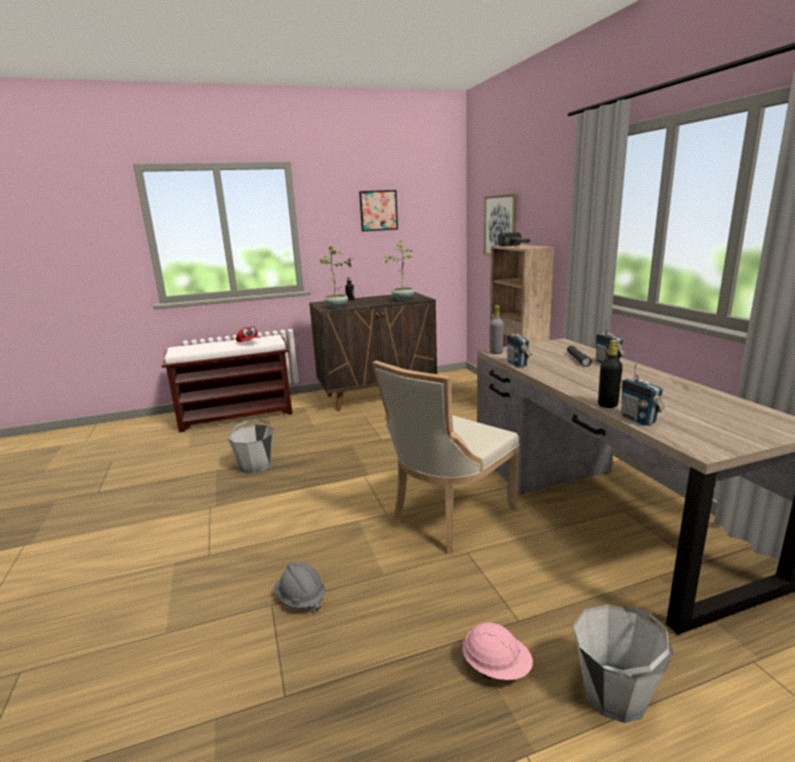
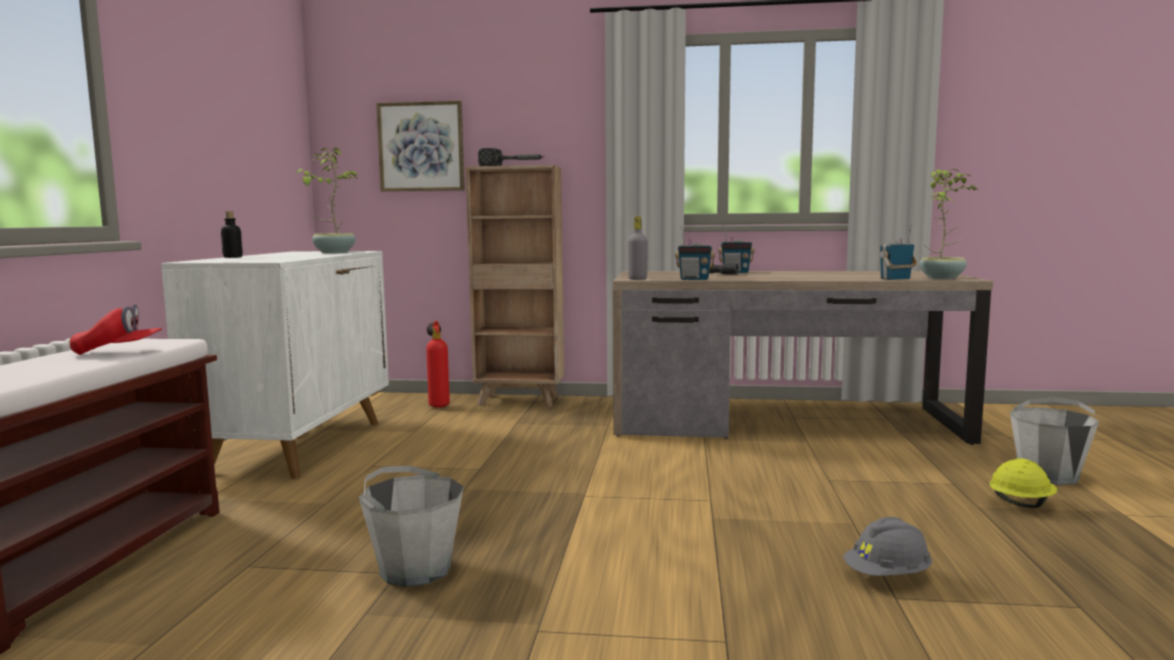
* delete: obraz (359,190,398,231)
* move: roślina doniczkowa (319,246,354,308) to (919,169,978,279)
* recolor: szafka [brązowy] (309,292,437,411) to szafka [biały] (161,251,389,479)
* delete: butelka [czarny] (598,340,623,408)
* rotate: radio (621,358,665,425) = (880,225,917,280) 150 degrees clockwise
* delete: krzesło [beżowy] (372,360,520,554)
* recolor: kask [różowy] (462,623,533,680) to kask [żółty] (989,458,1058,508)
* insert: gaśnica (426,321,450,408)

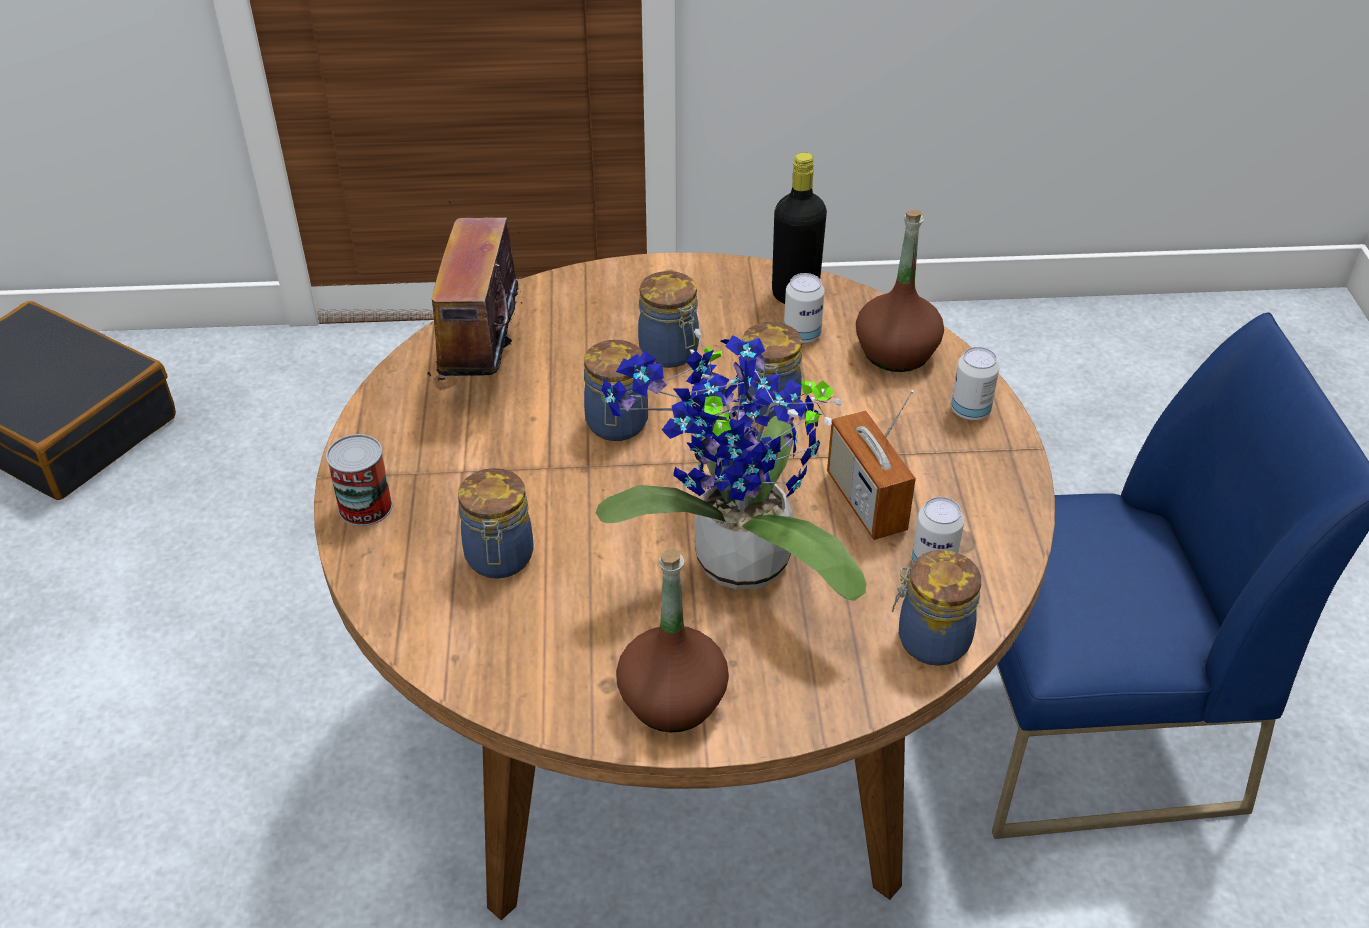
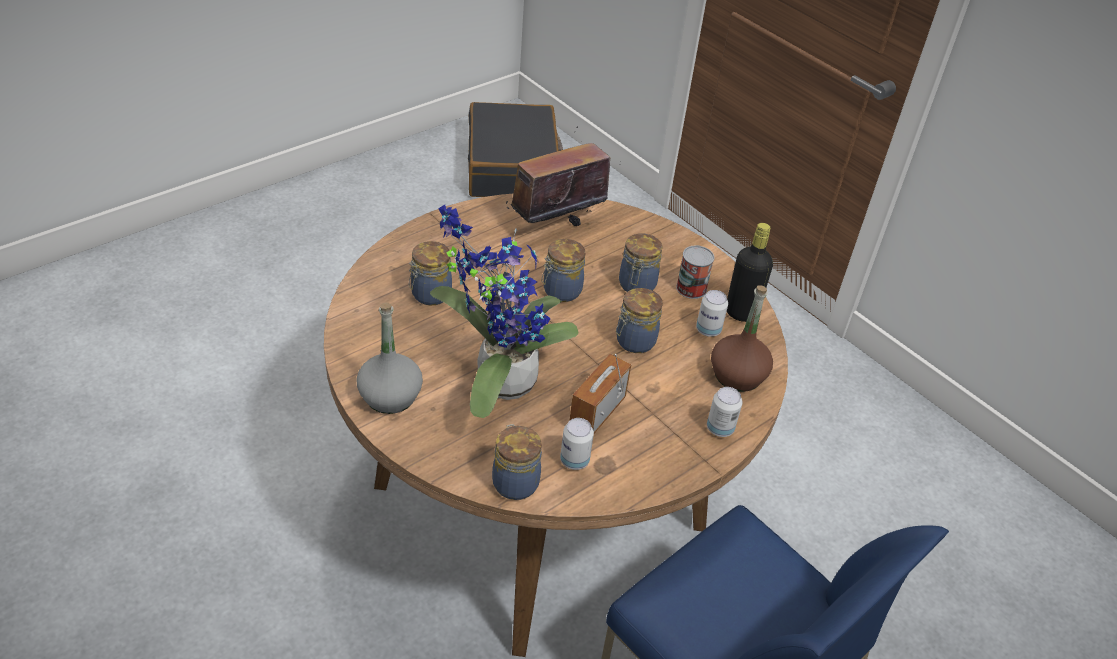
* move: puszka (326,434,393,526) to (676,246,714,299)
* recolor: butelka [brązowy] (616,549,729,732) to butelka [szary] (356,303,423,414)

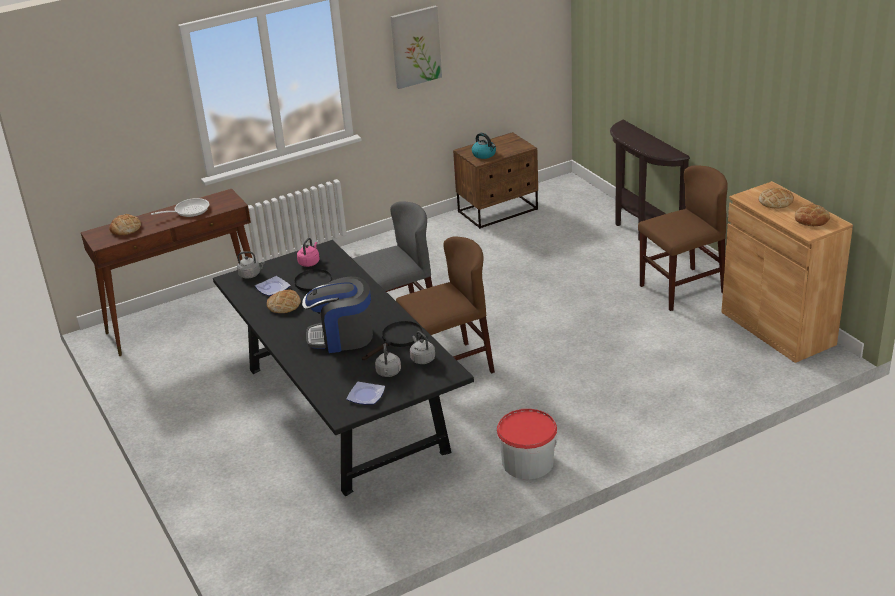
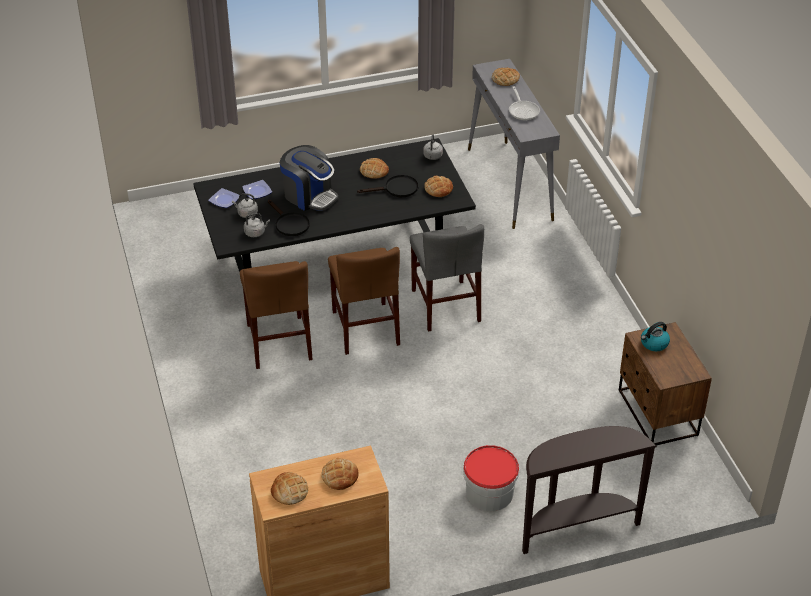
* delete: obraz (391,6,442,89)
* move: krzesło [brązowy] (638,165,728,311) to (240,261,313,369)
* recolor: stolik konsolowy [brązowy] (81,189,252,356) to stolik konsolowy [szary] (468,59,560,229)
* replace: czajnik [różowy] (297,238,320,267) to chleb (424,176,453,197)
* move: talerz (255,276,291,296) to (242,180,272,199)
* rotate: ekspres do kawy (302,277,373,353) = (280,145,339,211) 120 degrees clockwise
* move: wiadro (496,409,557,479) to (463,445,520,511)

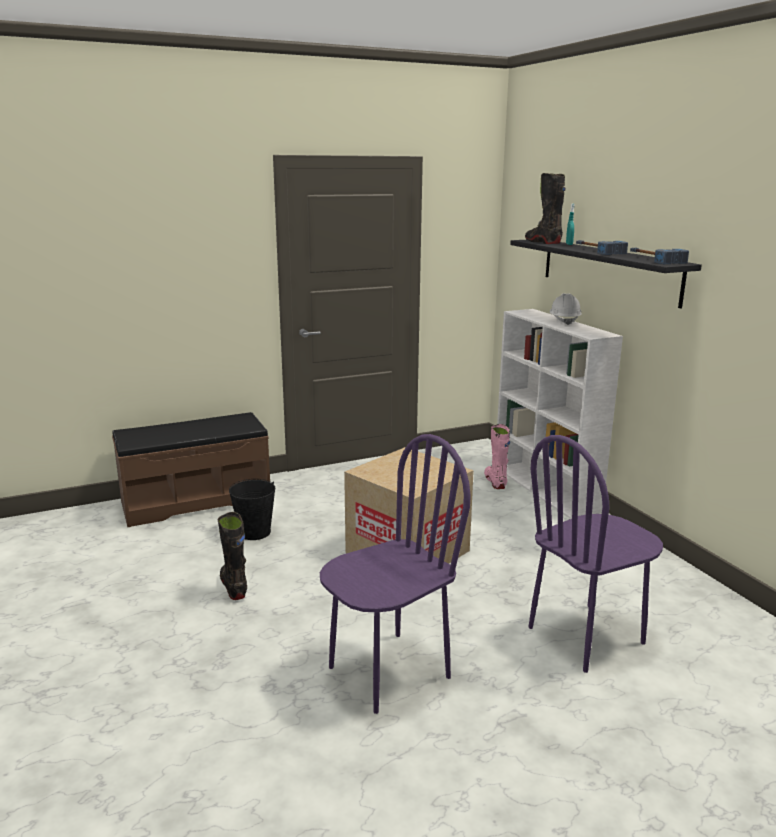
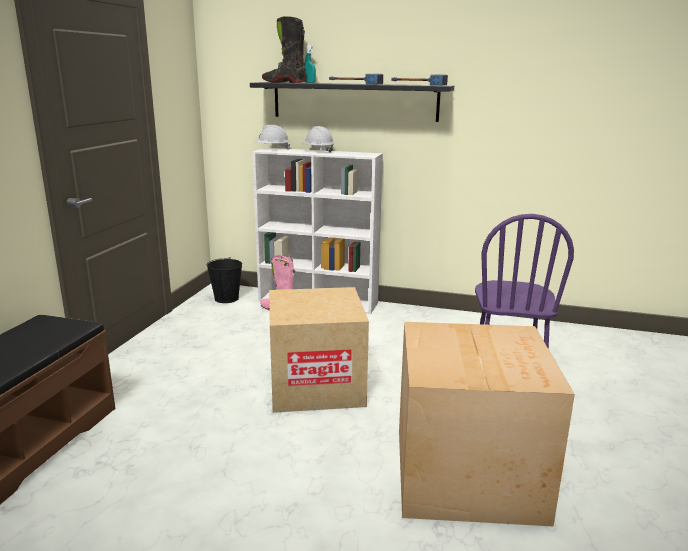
* replace: krzesło [fioletowy] (320,434,471,714) to karton (399,322,575,527)
* move: wiadro [czarny] (229,479,275,540) to (206,257,242,303)
* delete: but z cholewką [czarny] (218,512,247,600)
* insert: kask [biały] (255,125,291,149)

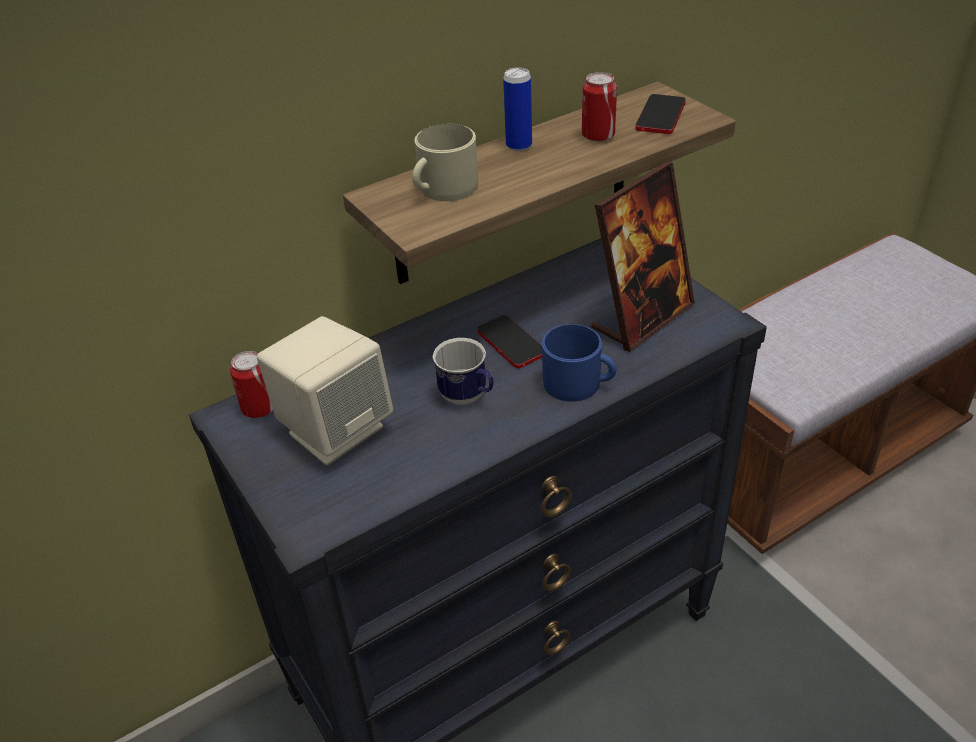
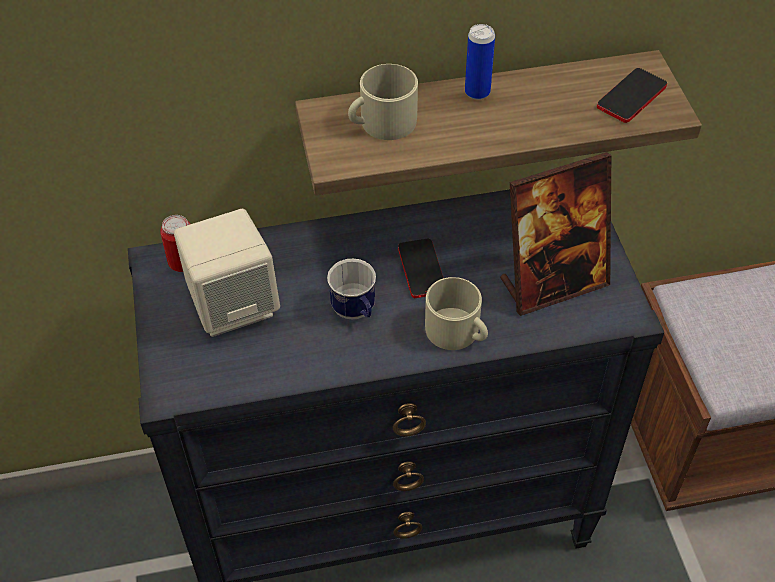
* delete: puszka (582,72,617,142)
* recolor: kubek [niebieski] (542,324,617,402) to kubek [beżowy] (425,277,488,350)

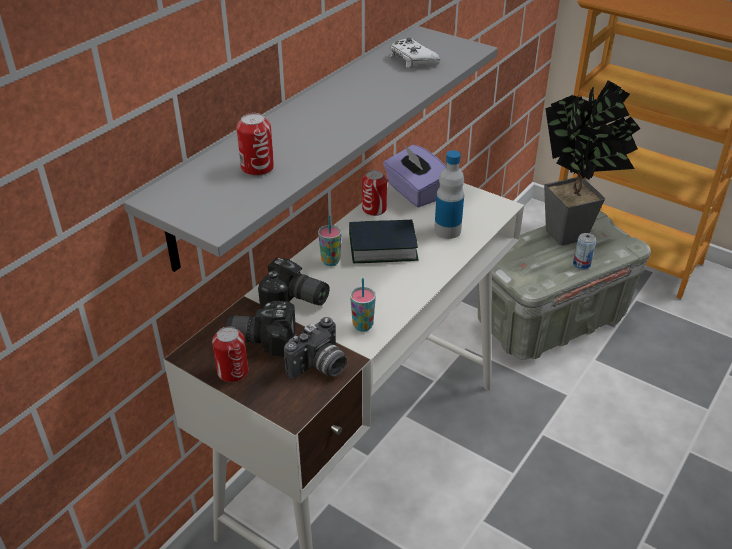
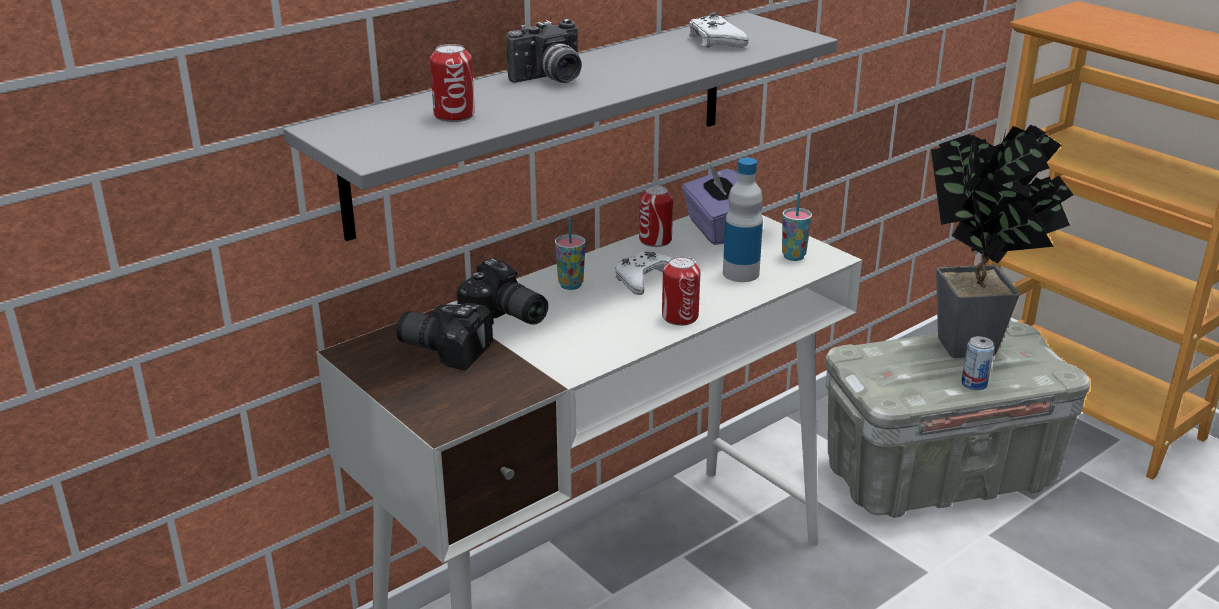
* replace: książka (349,220,418,263) to pad do gier [biały] (615,251,671,295)
* move: filiżanka (350,278,376,332) to (782,192,812,261)
* move: aparat fotograficzny (284,317,347,379) to (506,19,581,83)
* move: puszka (212,327,248,382) to (662,256,701,326)

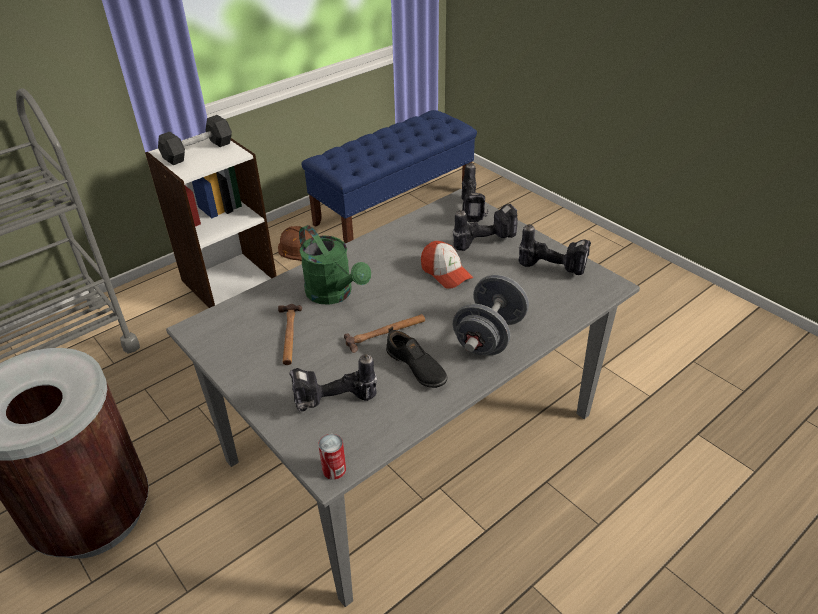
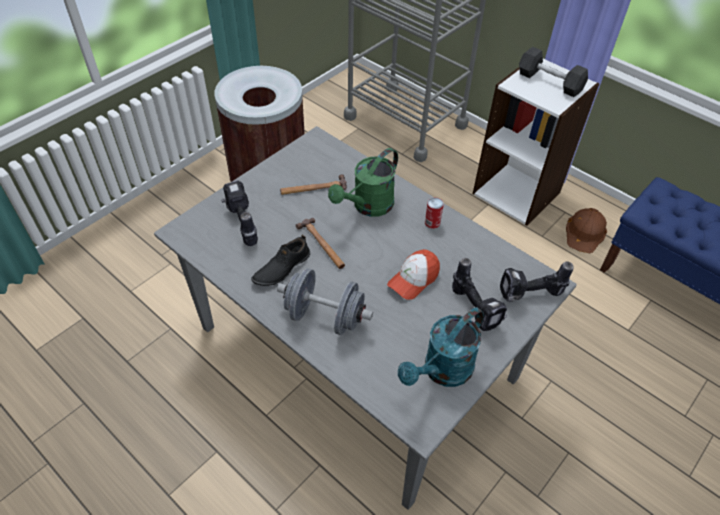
* replace: wiertarka (519,224,591,275) to konewka [turkusowy] (398,307,484,387)
* move: puszka (318,434,346,480) to (425,198,444,229)

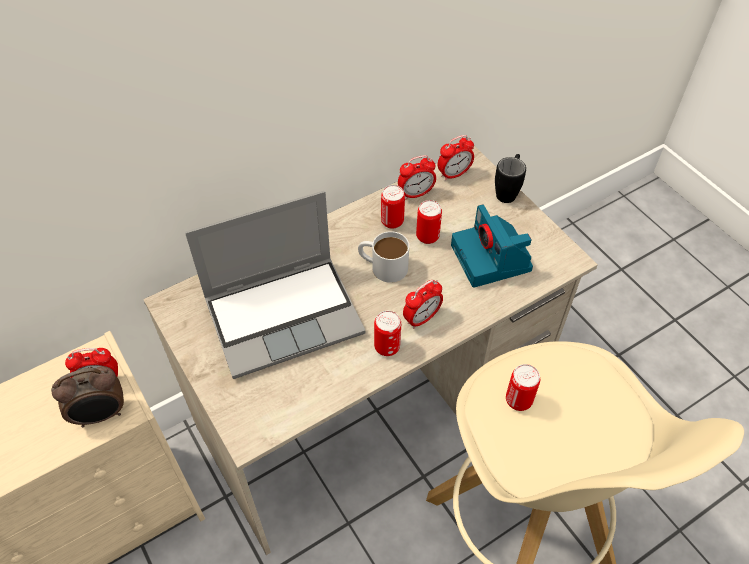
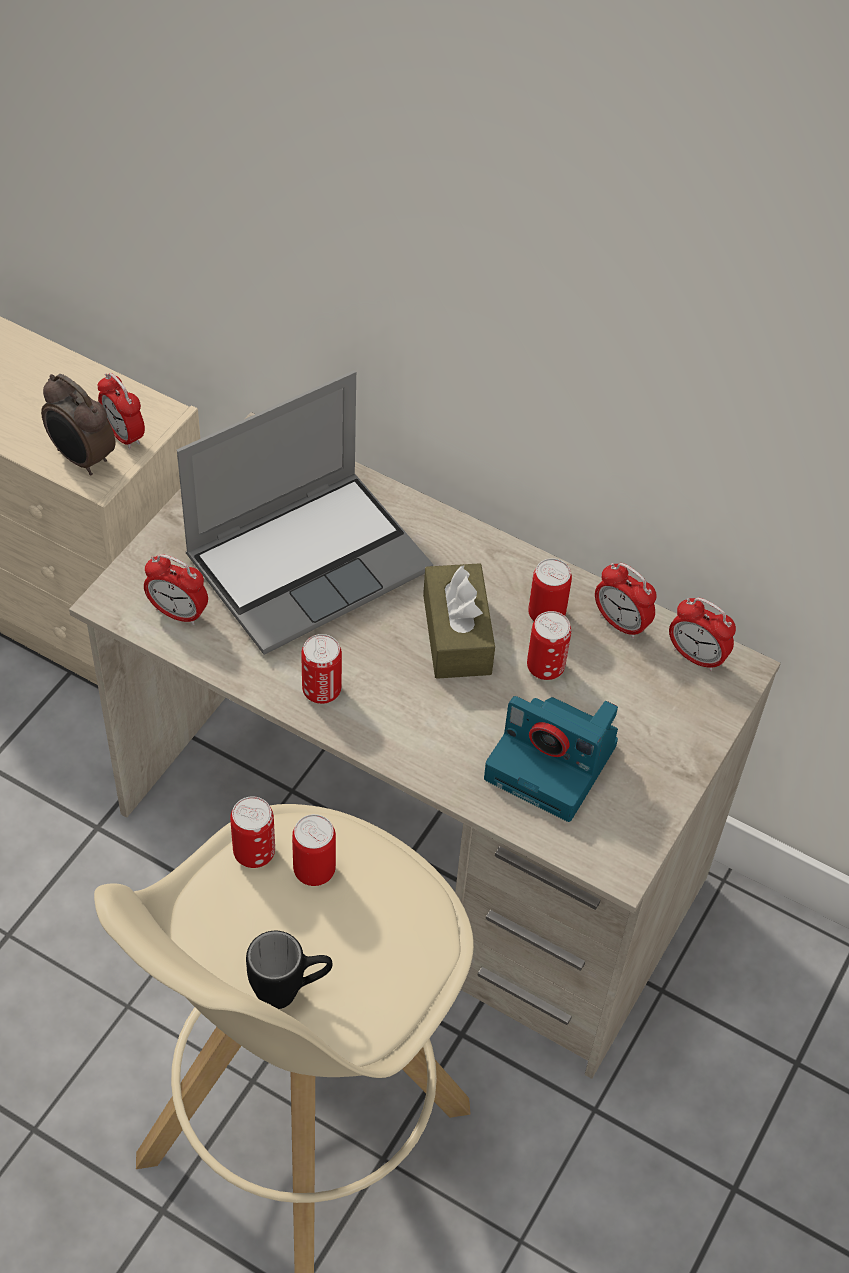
* move: kubek [czarny] (495,154,526,203) to (246,931,333,1009)
* rotate: laptop (185,191,366,379) = (177,371,433,655) 75 degrees counterclockwise
* rotate: aparat fotograficzny (451,204,533,288) = (484,696,618,822) 105 degrees counterclockwise
* replace: kubek [biały] (358,231,409,283) to pudełko chusteczek [brązowy] (423,563,495,679)
* move: budzik (403,280,443,329) to (144,554,208,625)
* insert: puszka (230,796,275,868)

